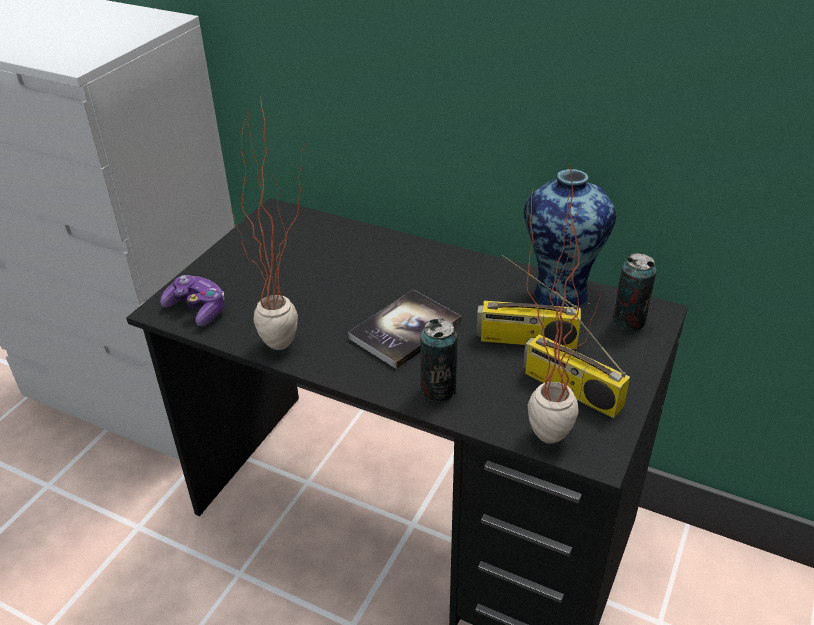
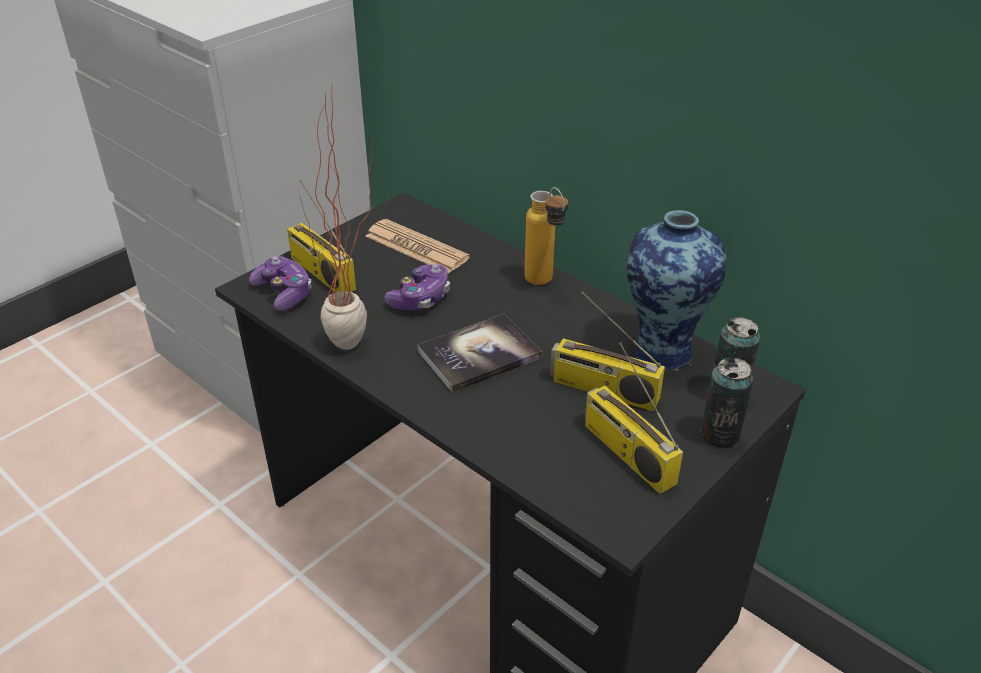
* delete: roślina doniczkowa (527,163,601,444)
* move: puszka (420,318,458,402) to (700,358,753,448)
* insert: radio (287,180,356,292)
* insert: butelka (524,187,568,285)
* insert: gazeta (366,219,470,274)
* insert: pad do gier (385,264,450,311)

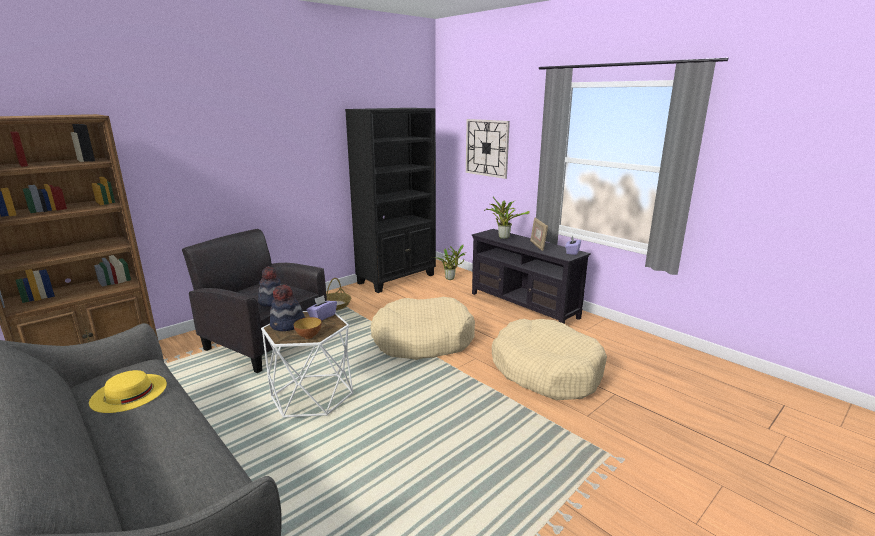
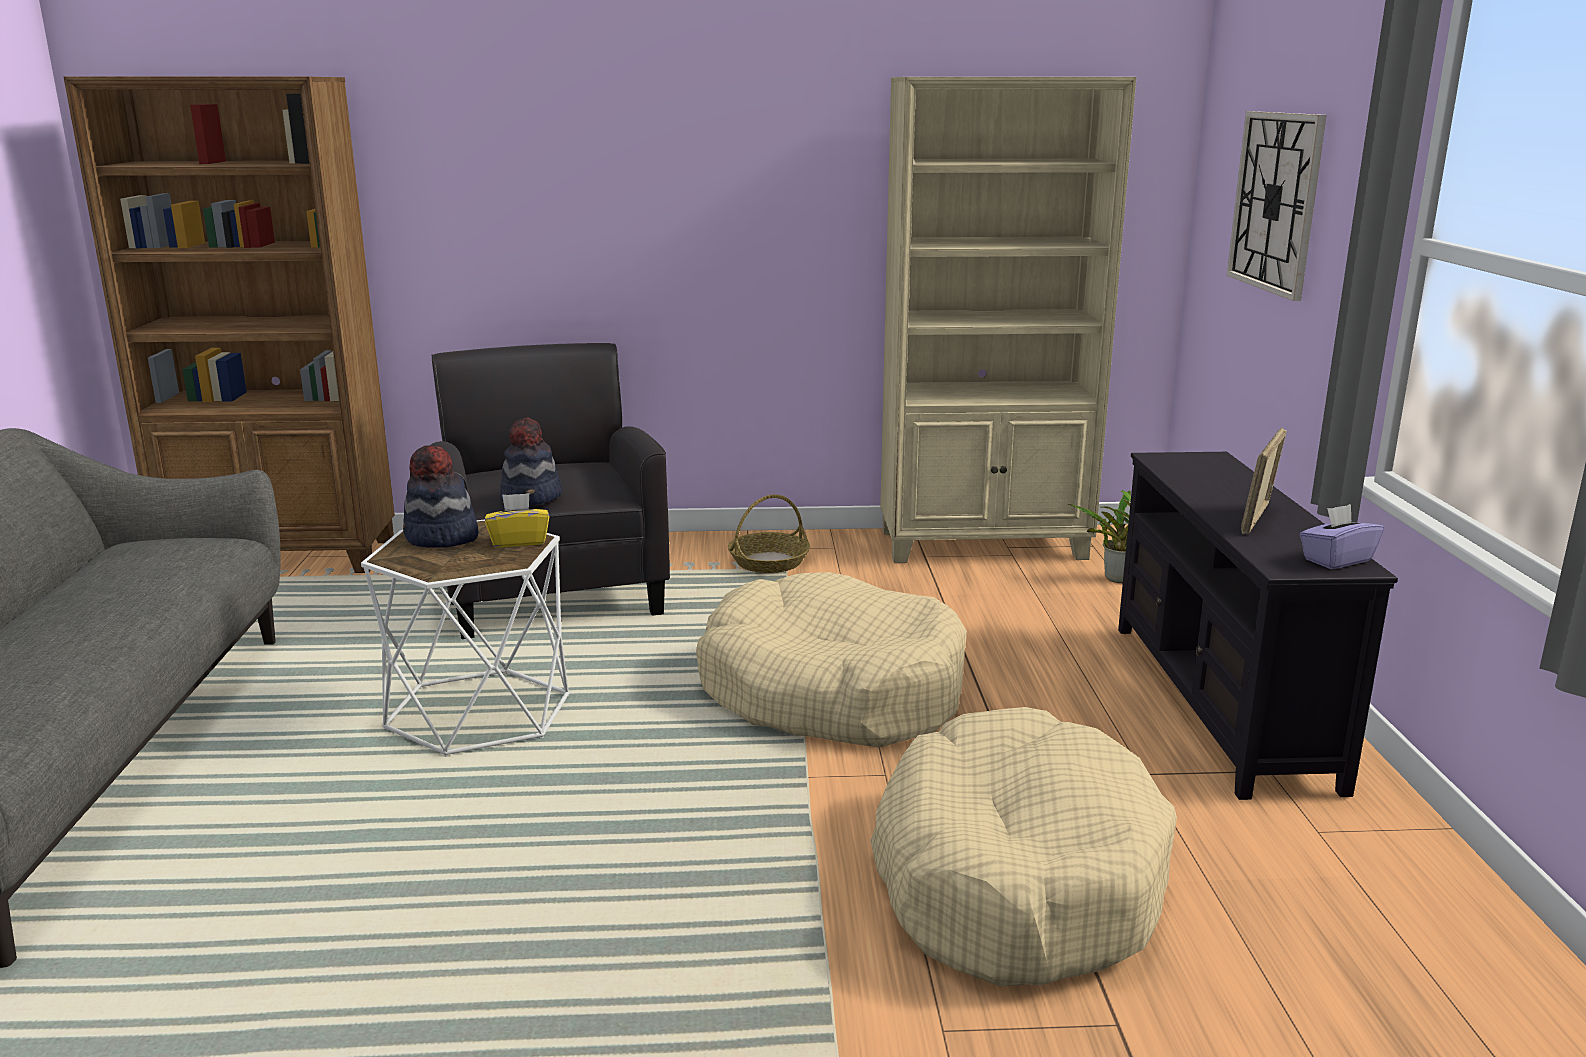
* recolor: regał [czarny] (345,108,436,293) to regał [beżowy] (880,77,1136,563)
* delete: roślina doniczkowa (484,197,530,239)
* recolor: pudełko chusteczek [fioletowy] (306,295,337,321) to pudełko chusteczek [żółty] (485,493,549,547)
* delete: miska (294,317,322,339)
* delete: kapelusz [żółty] (89,370,167,413)

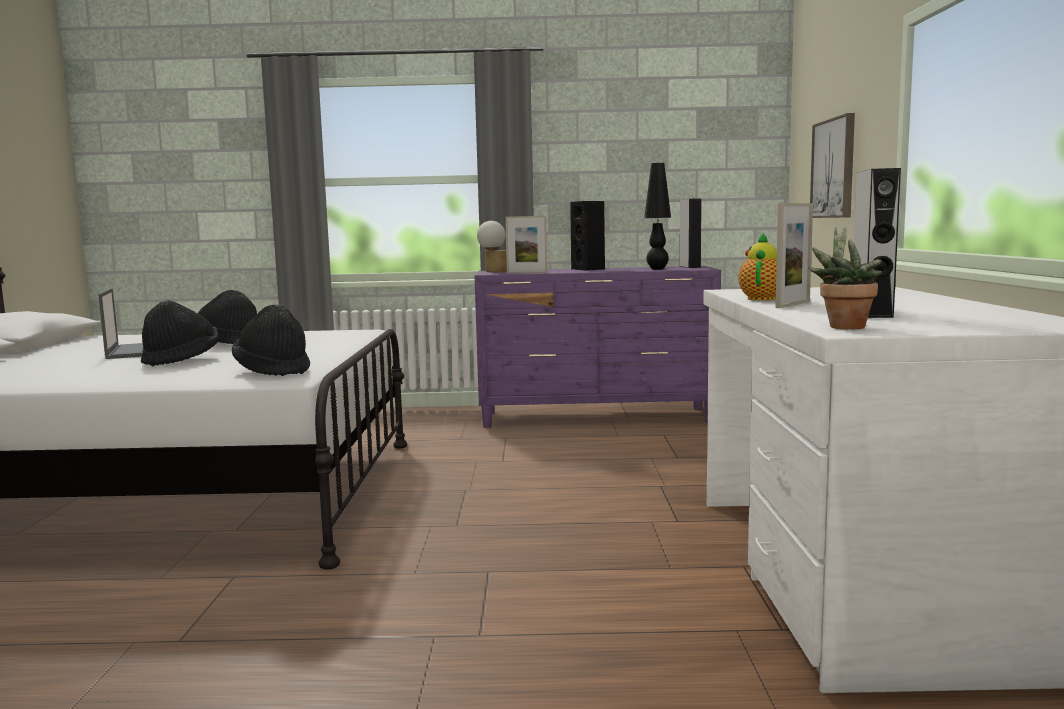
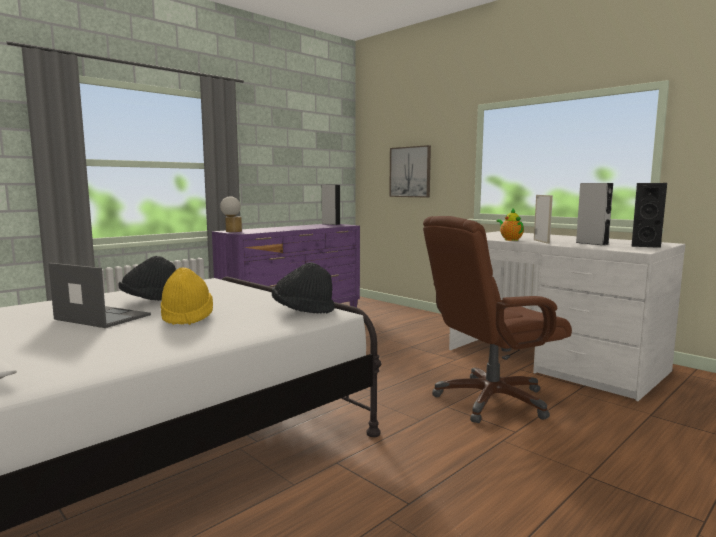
* delete: lampa stołowa [czarny] (644,163,671,270)
* move: głośnik [czarny] (570,201,605,271) to (631,183,667,248)
* delete: ramka na zdjęcie (505,216,547,274)
* delete: roślina doniczkowa (808,227,882,330)
* recolor: kapelusz [czarny] (141,300,218,366) to kapelusz [żółty] (161,267,213,325)
* insert: krzesło biurowe [brązowy] (423,216,572,423)

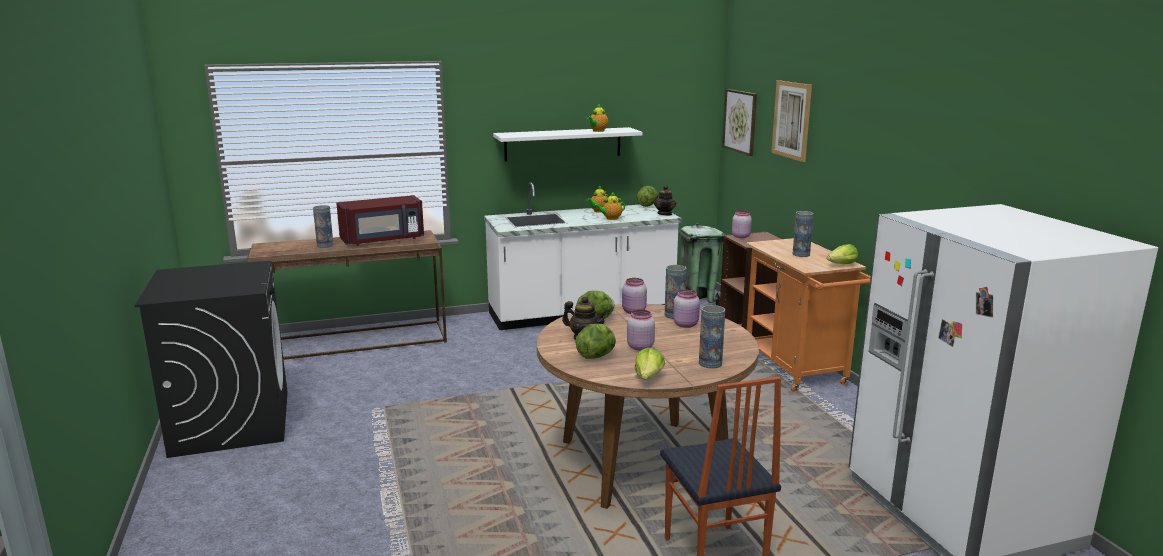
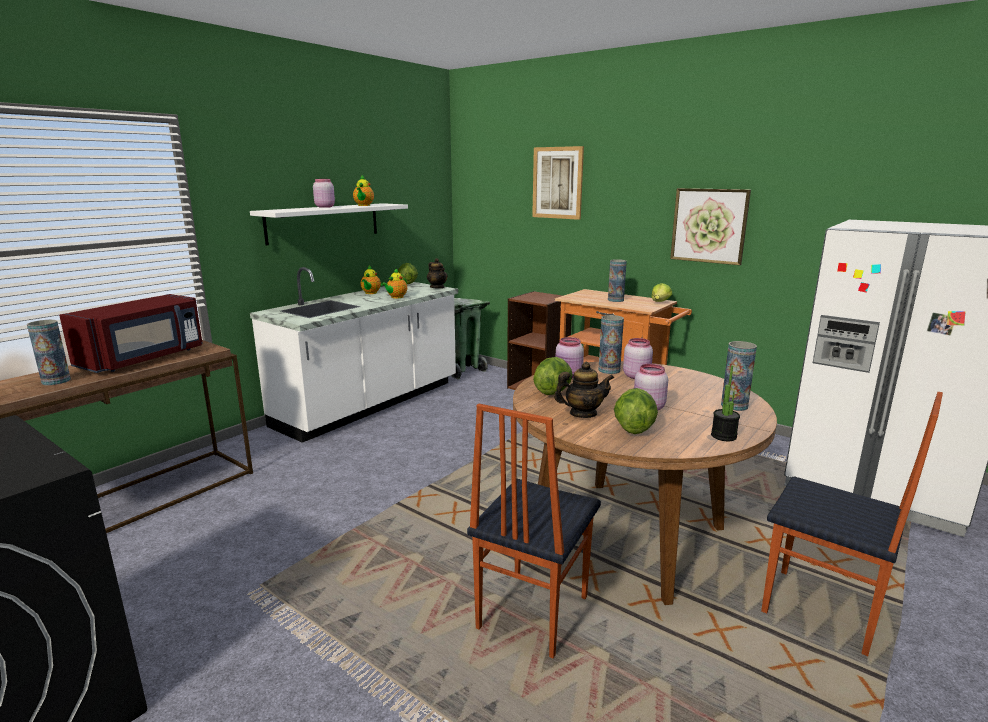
* move: obraz (722,89,757,156) to (670,188,751,265)
* move: słoik [różowy] (732,211,752,238) to (313,179,335,208)
* replace: sałata (635,347,665,380) to roślina doniczkowa (711,366,740,441)
* insert: krzesło (467,404,601,658)

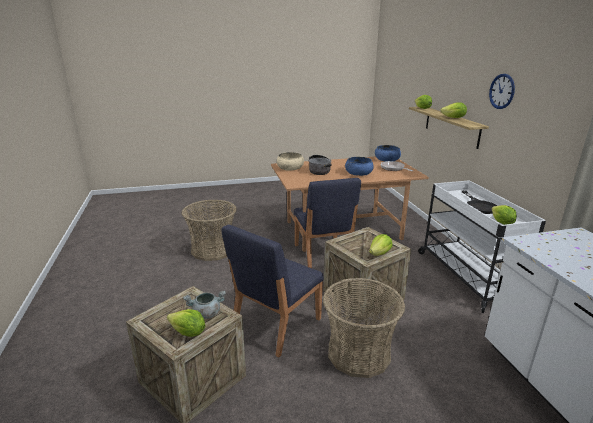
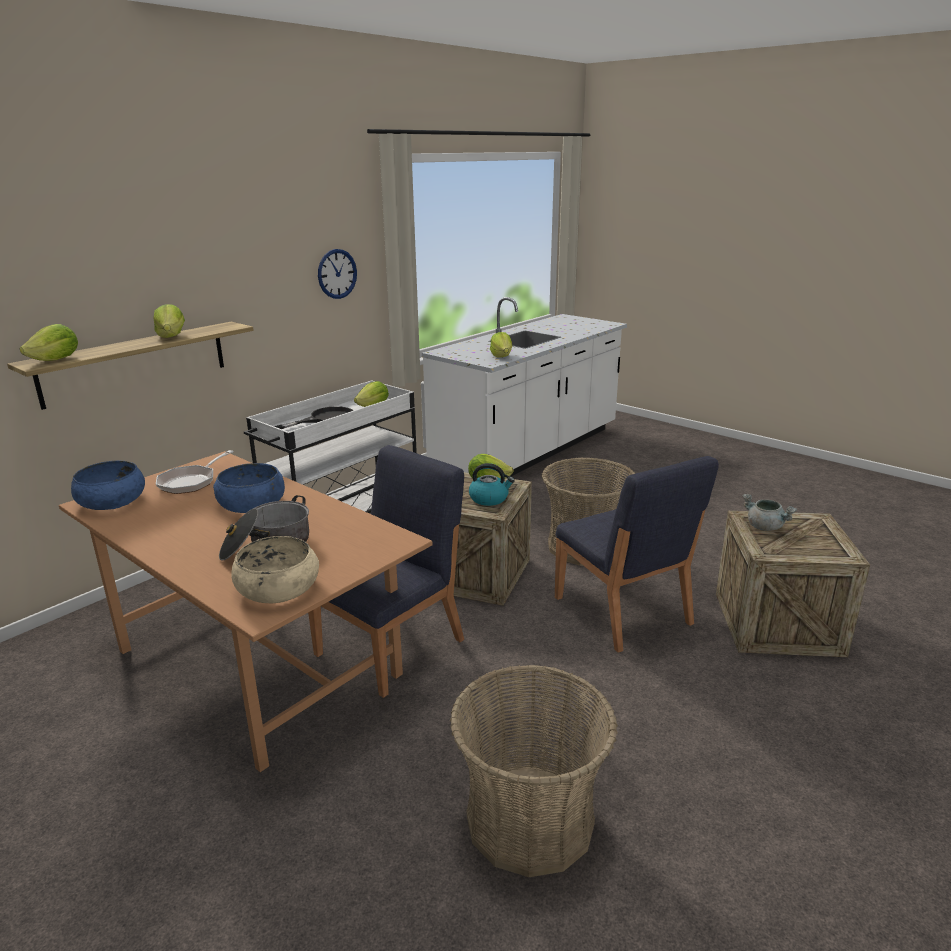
* move: zegar ścienny (489,74,515,109) to (318,249,357,299)
* rotate: krzesło [niebieski] (221,225,324,357) = (555,456,719,653) 60 degrees clockwise
* move: sałata (167,309,205,337) to (490,332,512,358)
* insert: czajnik (469,463,515,506)

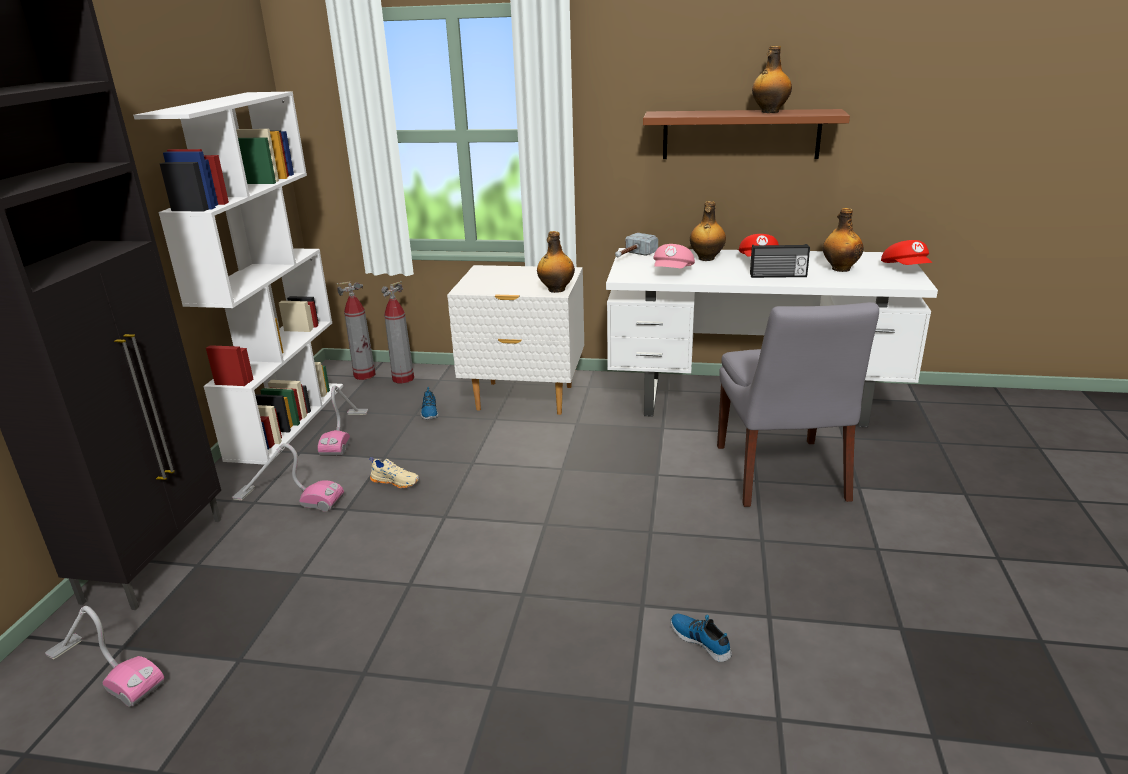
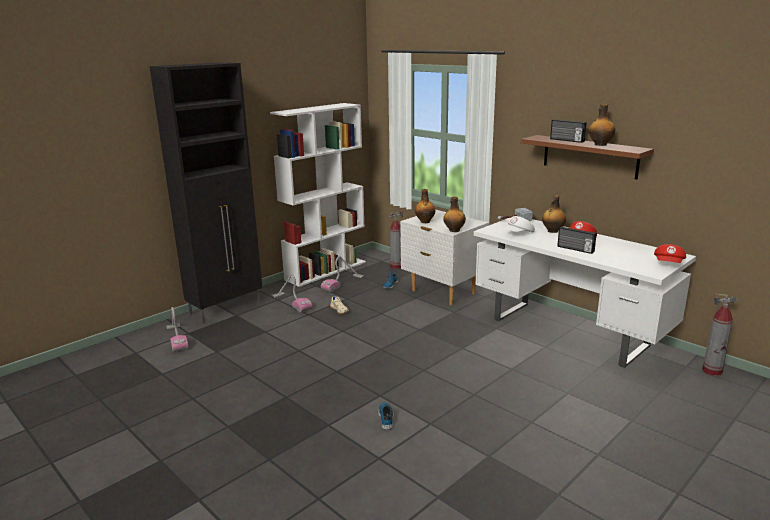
* move: butelka (823,208,864,272) to (415,189,436,223)
* recolor: czapka z daszkiem [różowy] (653,244,695,268) to czapka z daszkiem [biały] (503,216,535,232)
* move: gaśnica (337,282,375,380) to (702,294,737,376)
* delete: krzesło [szary] (717,302,879,507)
* insert: radio (550,119,586,143)

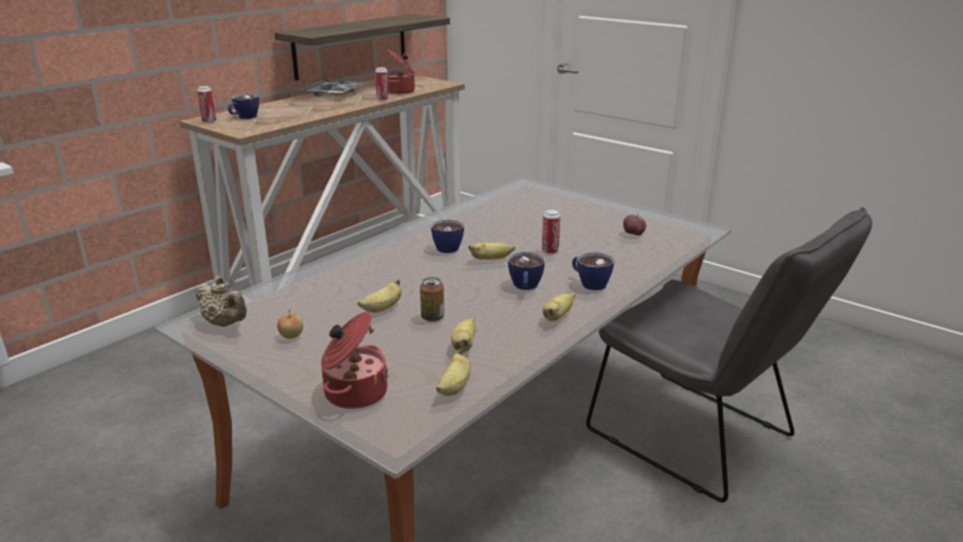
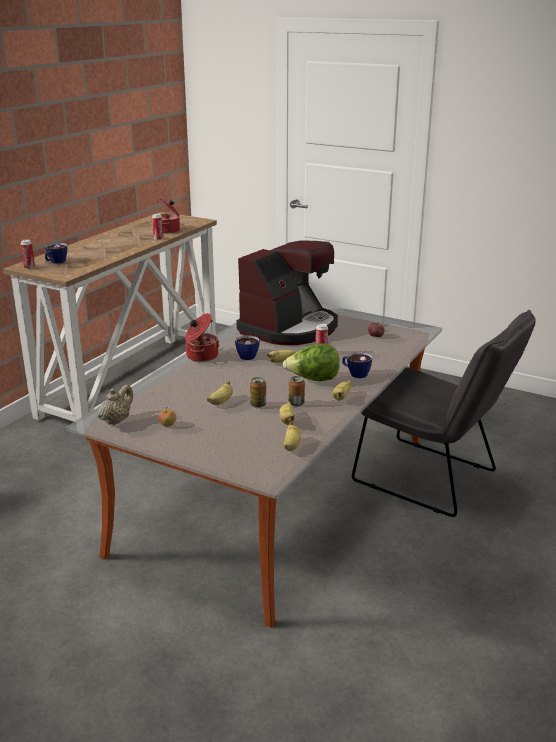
* delete: półka (274,14,450,81)
* delete: taca (301,79,366,96)
* replace: filiżanka (508,252,545,290) to sałata (283,343,340,381)
* rotate: imbryk [beżowy] (195,276,247,327) = (98,384,133,425) 90 degrees counterclockwise
* move: garnek (321,312,388,409) to (185,313,219,362)
* insert: ekspres do kawy (236,240,338,345)
* insert: puszka (289,376,305,406)

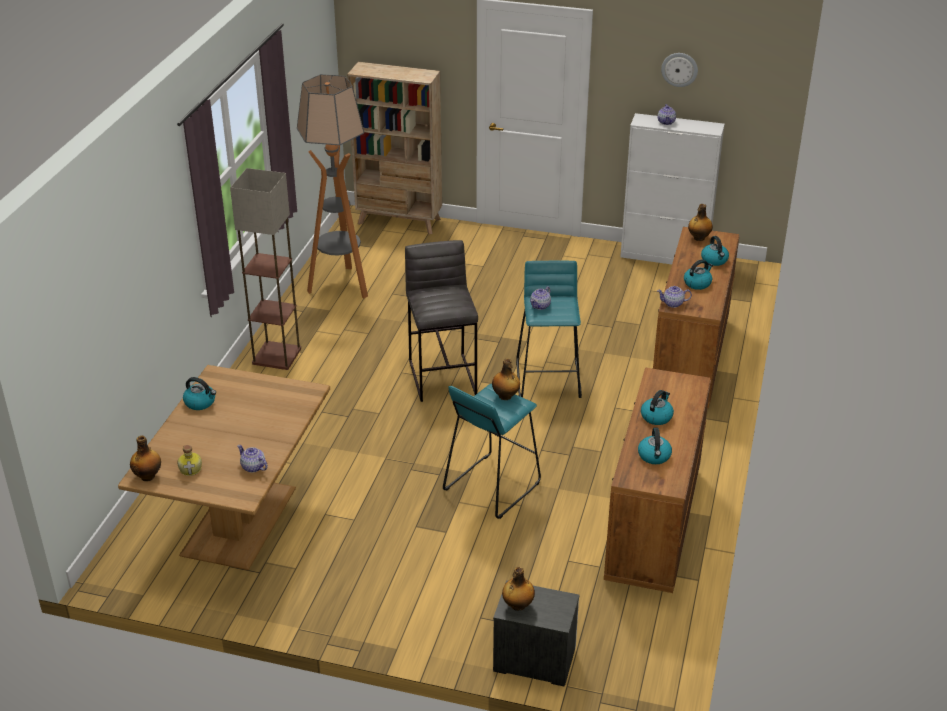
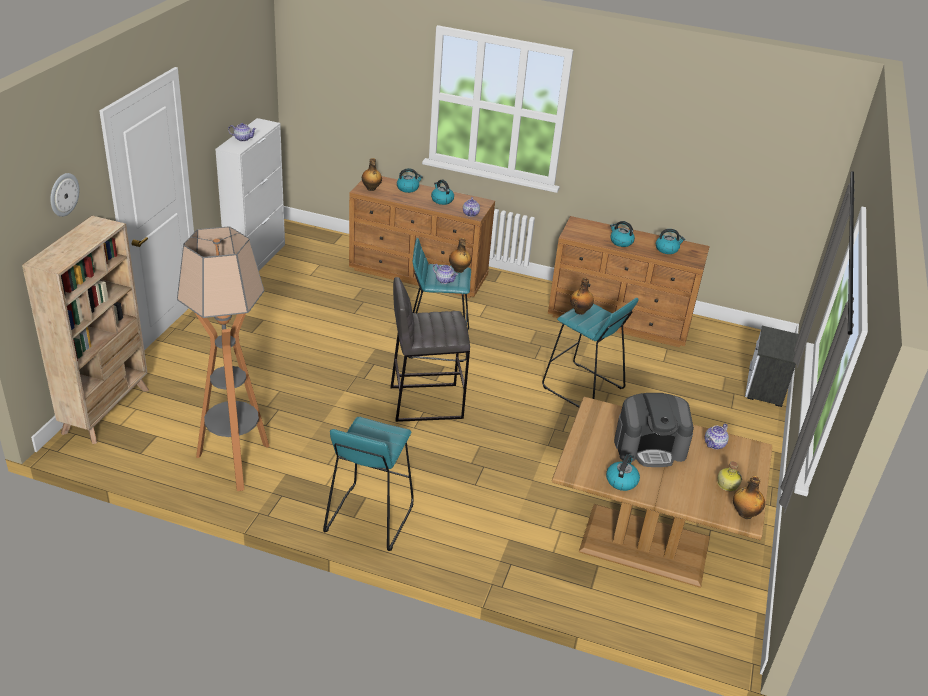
* move: zegar ścienny (661,53,698,87) to (50,173,79,217)
* replace: lampa stojąca (230,168,301,370) to stołek [turkusowy] (323,417,414,551)
* move: butelka (502,566,535,611) to (449,238,472,273)
* insert: ekspres do kawy (614,393,694,467)

